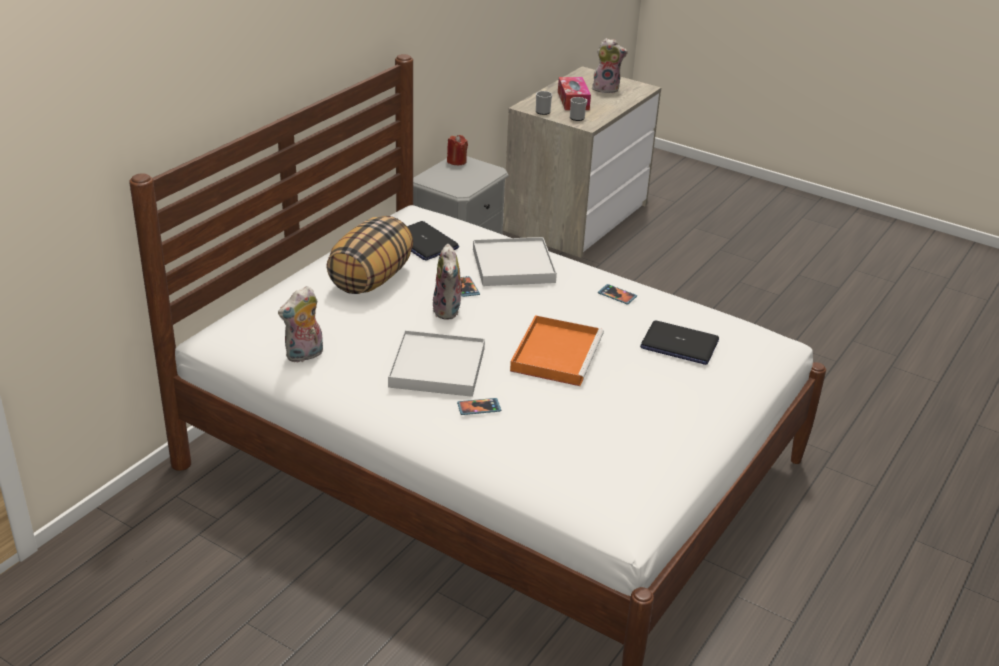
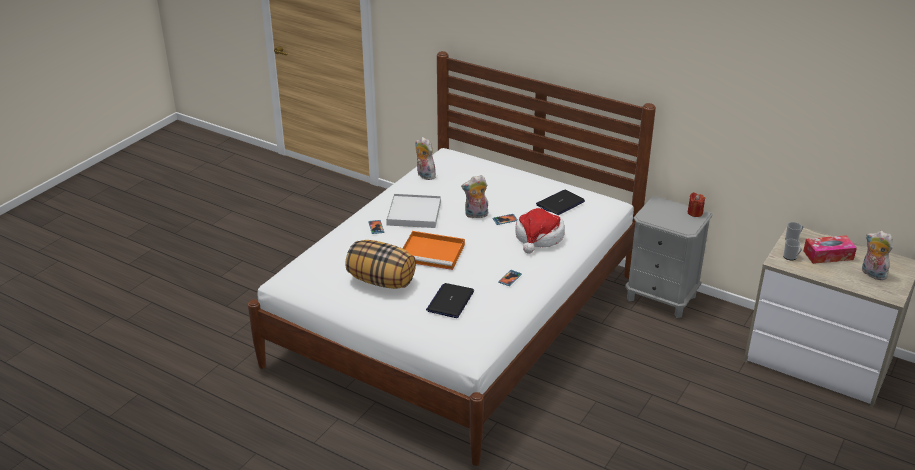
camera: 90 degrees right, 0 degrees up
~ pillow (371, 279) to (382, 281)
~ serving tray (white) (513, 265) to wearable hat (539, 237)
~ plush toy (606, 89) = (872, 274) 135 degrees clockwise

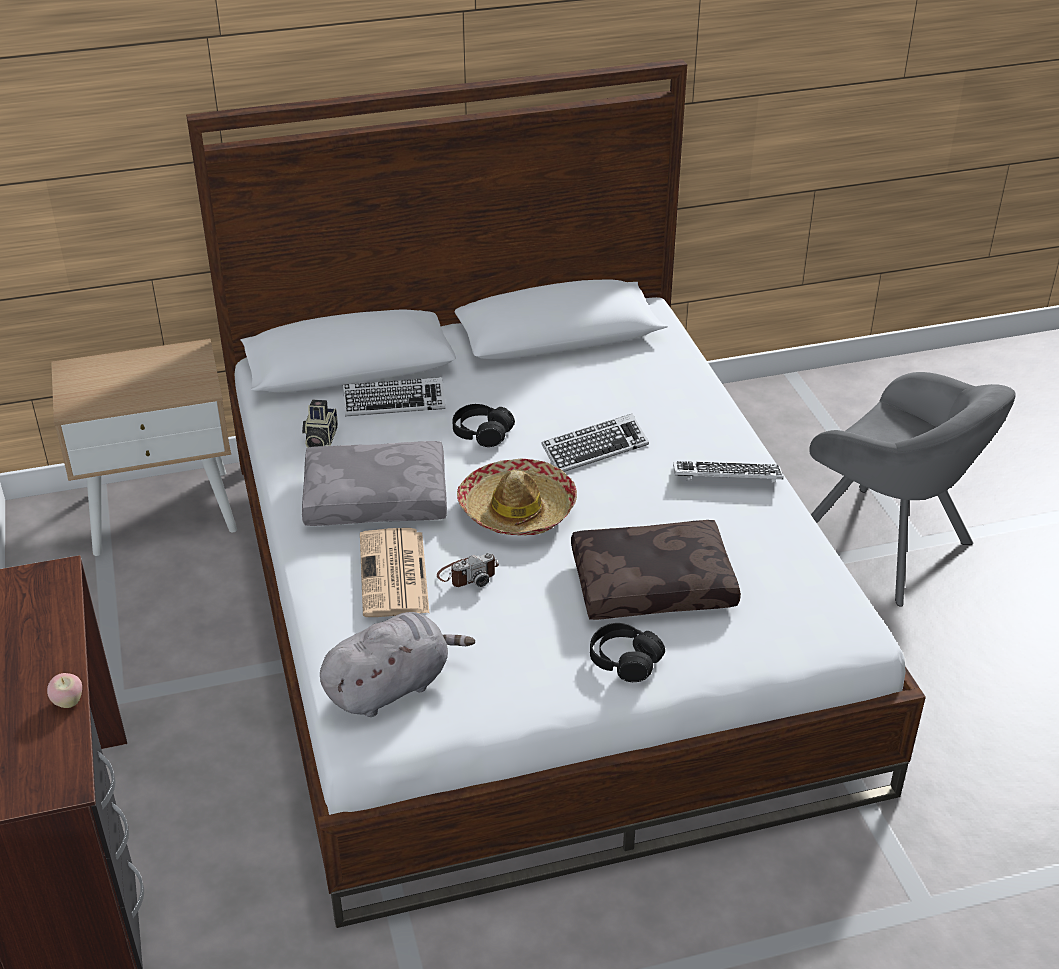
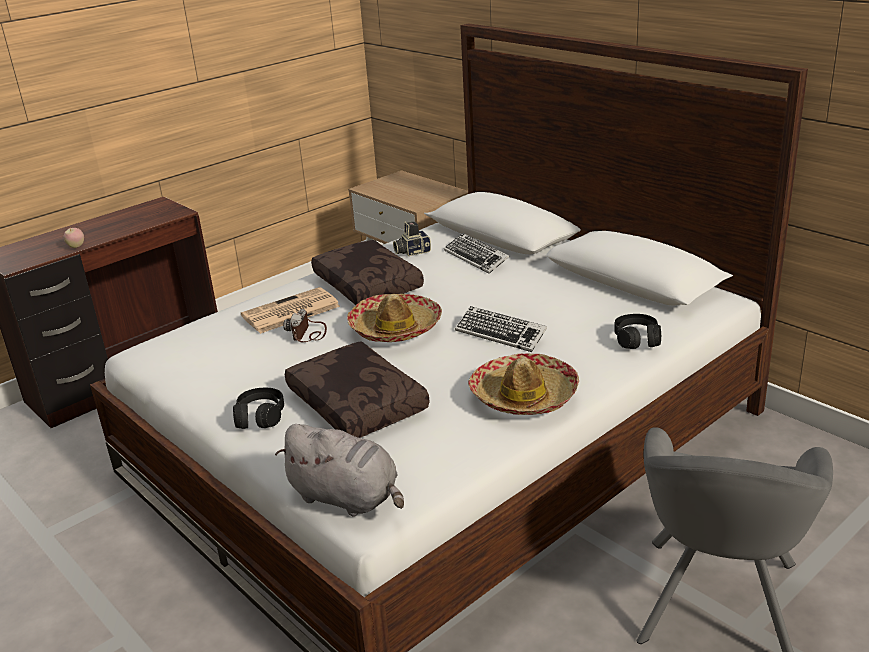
camera: 65 degrees right, 10 degrees down
~ pillow (gray) (377, 497) to pillow (brownish) (369, 285)
~ plush toy (gray) (391, 686) to (347, 498)
~ still camera (468, 574) = (308, 333) 60 degrees clockwise
~ headphones (black) (482, 433) to (637, 340)
~ computer keyboard (726, 478) to wearable hat (524, 396)

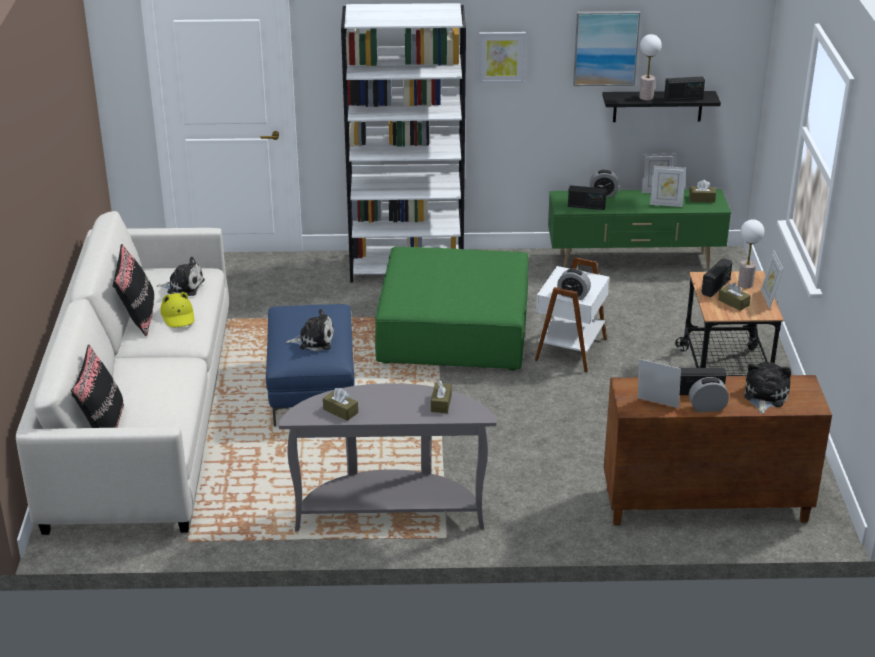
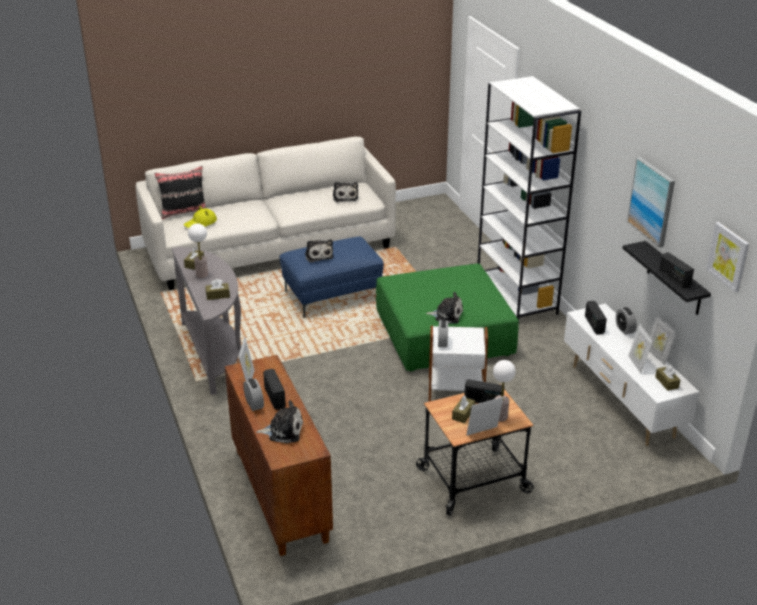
camera: 70 degrees right, 0 degrees up
- pillow (black) (138, 317)
~ wearable hat (yellowish) (178, 316) to (200, 223)
~ wall picture (501, 57) to (728, 256)
~ tv stand (green) (634, 261) to tv stand (white) (621, 401)
~ lamp for a table (646, 97) to (202, 275)
+ plush toy (447, 315)

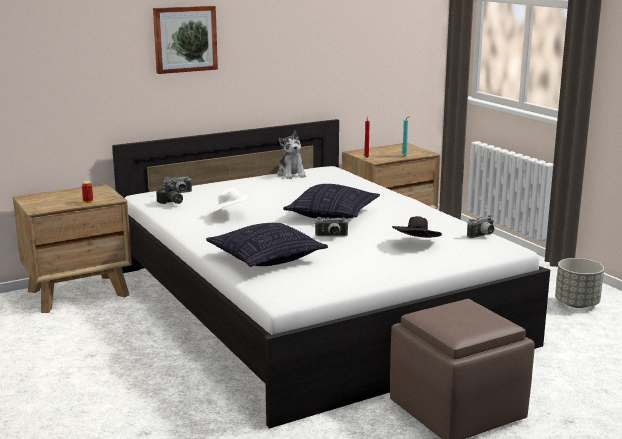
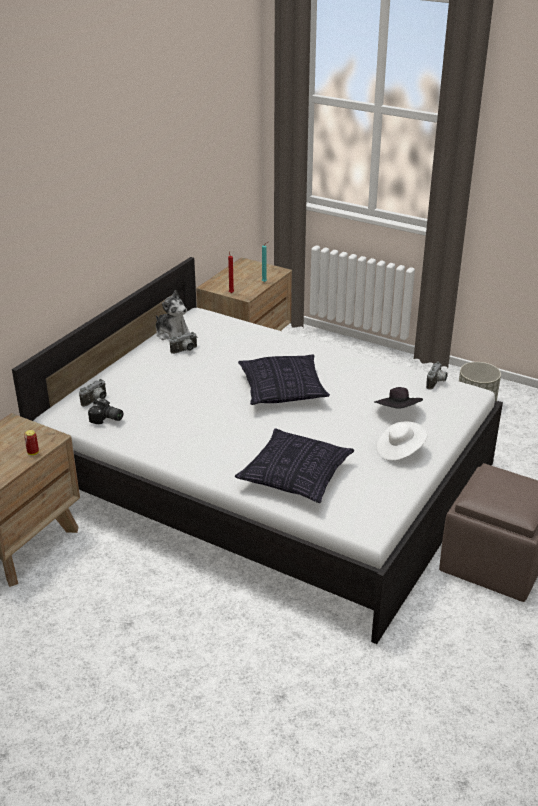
camera: 30 degrees left, 15 degrees up
- wall picture (185, 39)
~ wearable hat (white) (229, 214) to (400, 451)
~ still camera (331, 236) to (185, 351)

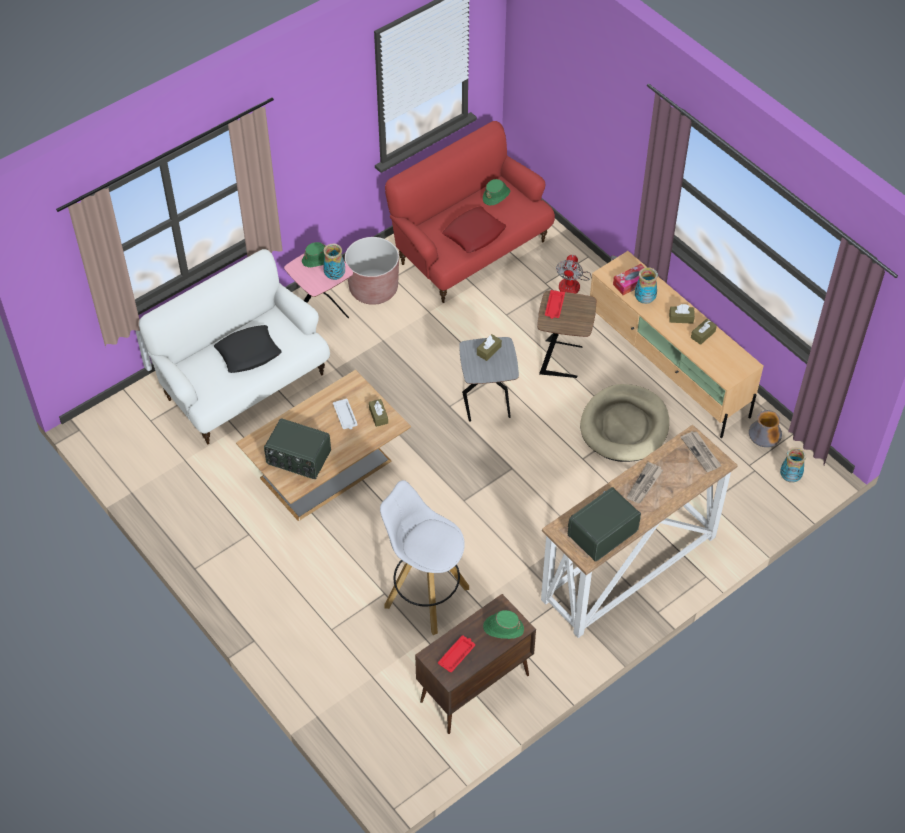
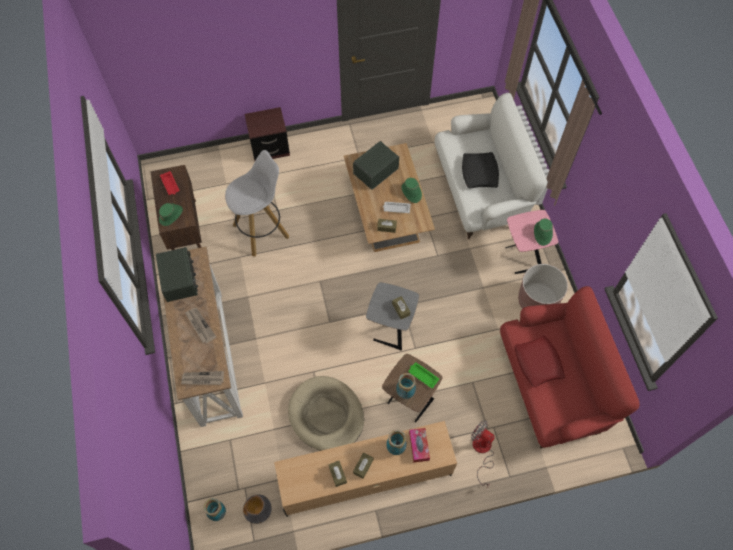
camera: 115 degrees right, 10 degrees up
~ decorative vase (335, 276) to (405, 392)
~ wearable hat (green) (496, 196) to (411, 192)
~ serving tray (red-coloured) (554, 306) to serving tray (green) (422, 375)
+ bedside table (brownish) (270, 148)

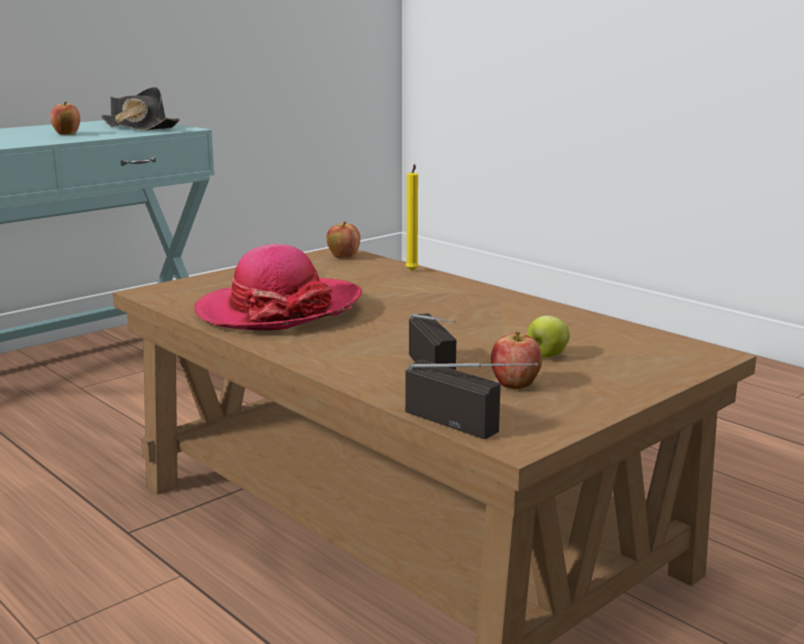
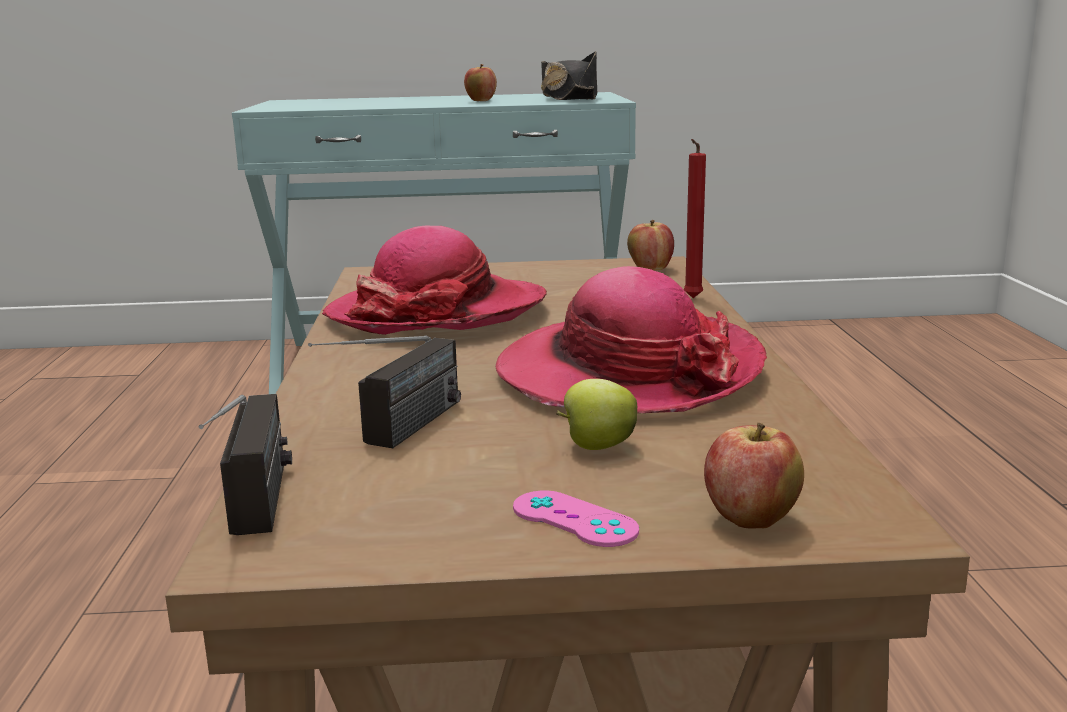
camera: 40 degrees right, 0 degrees up
~ wax candle (yellowish) (412, 271) to wax candle (red-coloured) (691, 299)
~ whole apple (515, 385) to (750, 520)
+ wearable hat (628, 372)
+ game controller (pinkish) (574, 519)

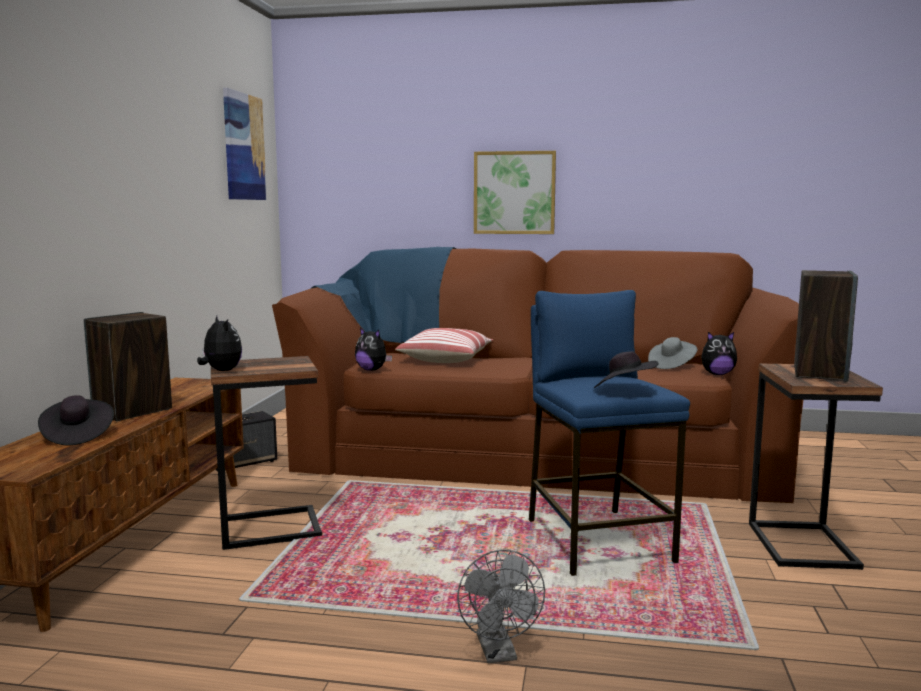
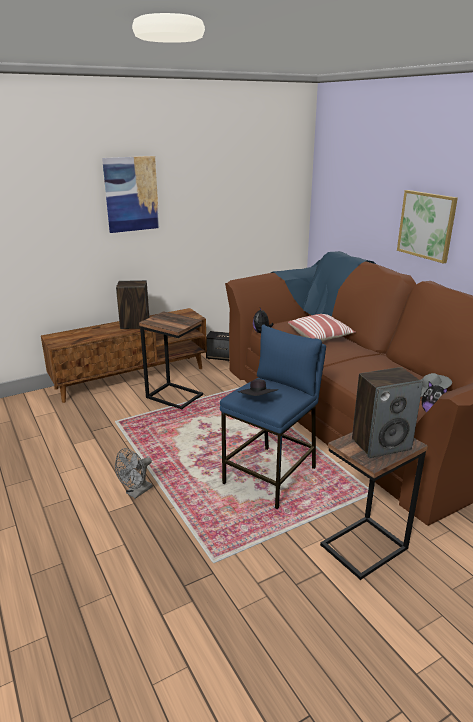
camera: 50 degrees right, 15 degrees up
- wearable hat (black) (77, 436)
- plush toy (221, 371)
~ wall picture (244, 147) to (131, 194)

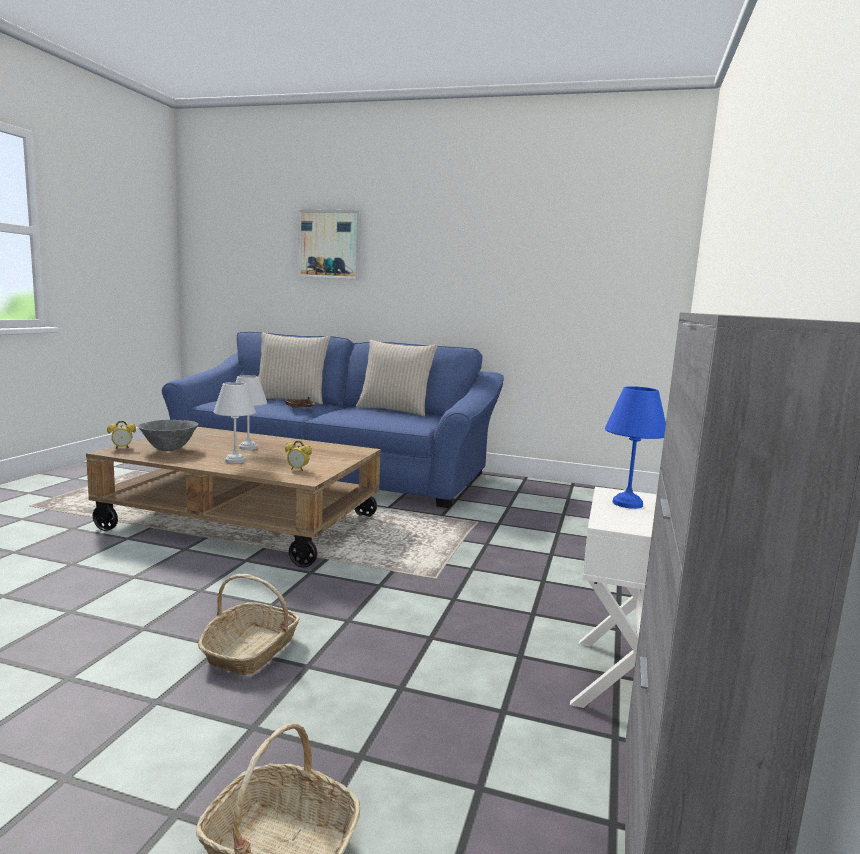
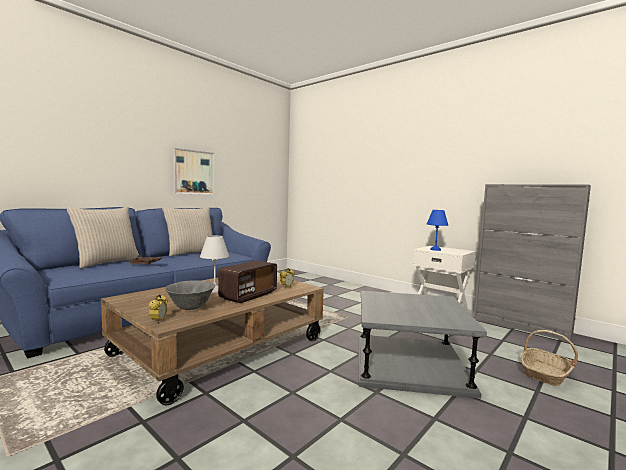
camera: 65 degrees left, 5 degrees down
~ basket (251, 650) to end table (gray) (410, 364)
~ lamp for a table (white) (236, 460) to radio receiver (248, 295)
~ wall picture (329, 244) to (194, 172)

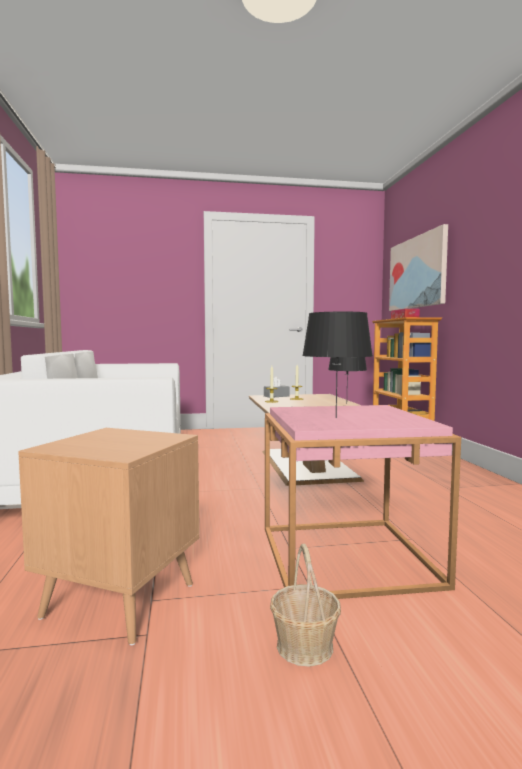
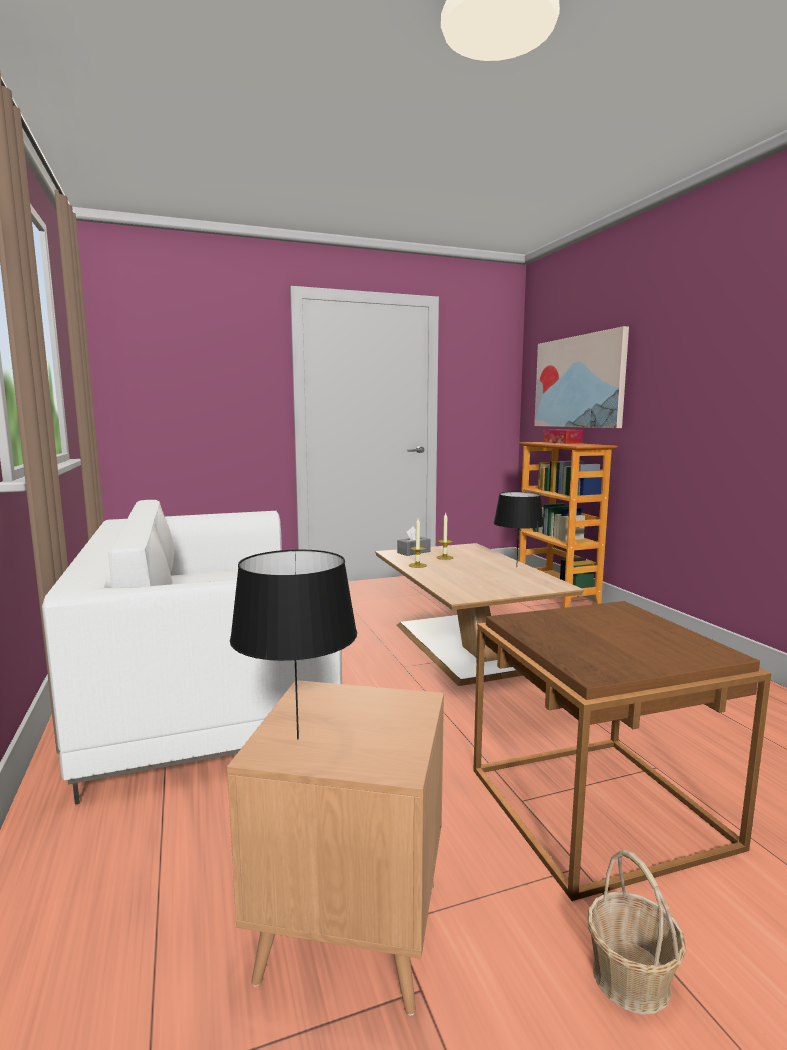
camera: 10 degrees left, 5 degrees up
~ end table (pinkish) (346, 556) to end table (brownish) (597, 807)
~ lamp for a table (black) (335, 418) to (296, 738)

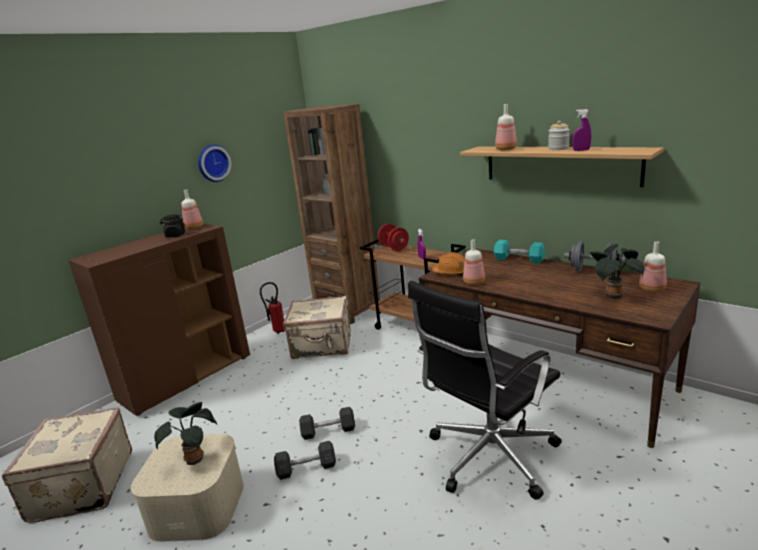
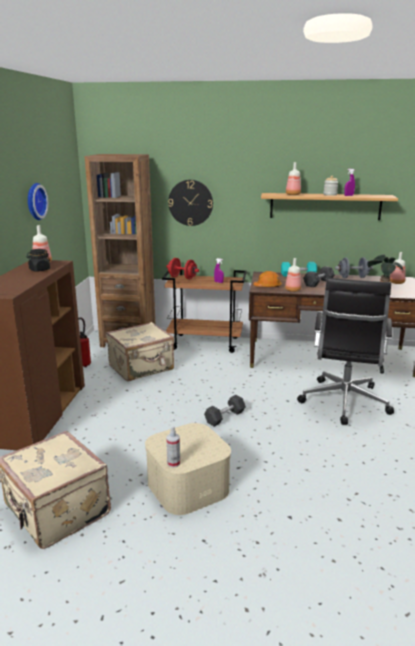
camera: 35 degrees left, 0 degrees up
- houseplant (195, 458)
~ free weight (gray) (306, 468) to (318, 283)
+ sprayer (173, 463)
+ clock on the wall (190, 202)

